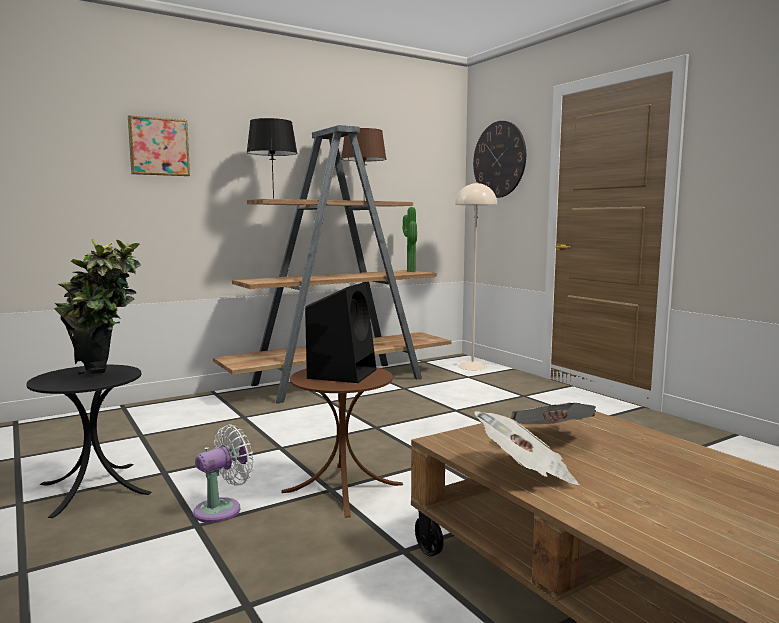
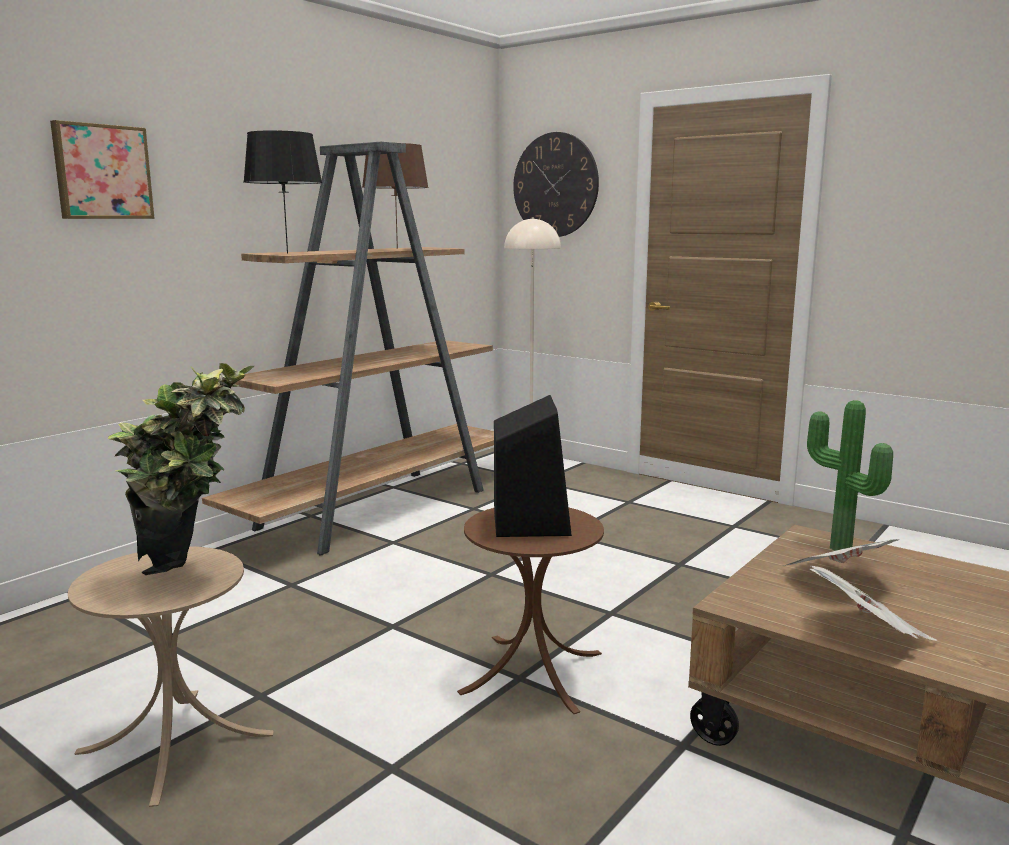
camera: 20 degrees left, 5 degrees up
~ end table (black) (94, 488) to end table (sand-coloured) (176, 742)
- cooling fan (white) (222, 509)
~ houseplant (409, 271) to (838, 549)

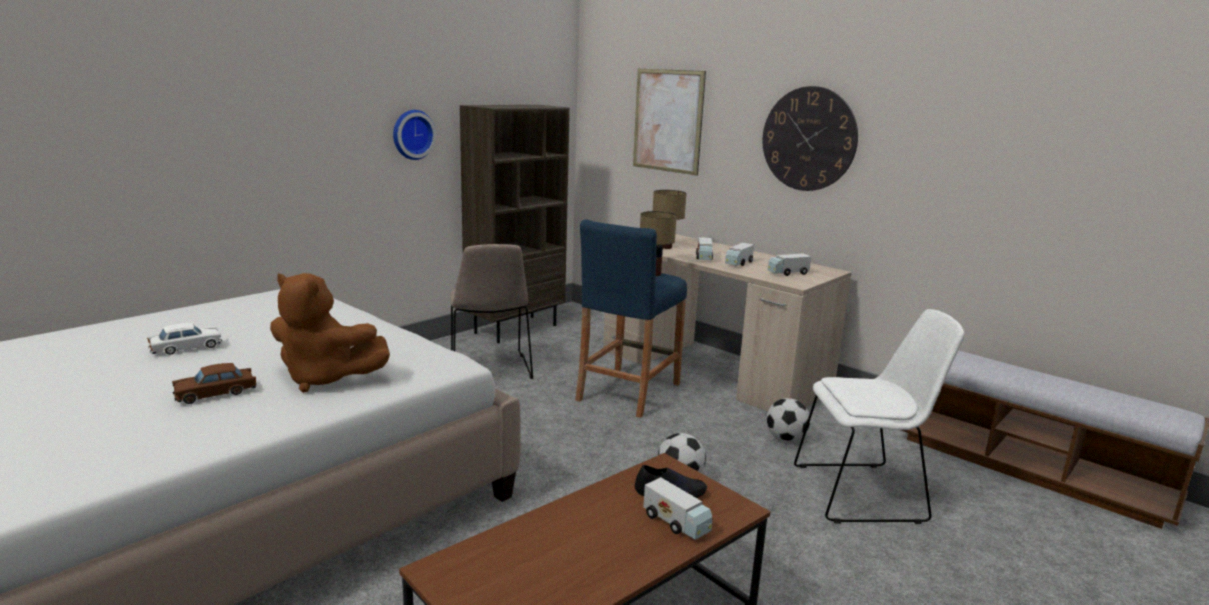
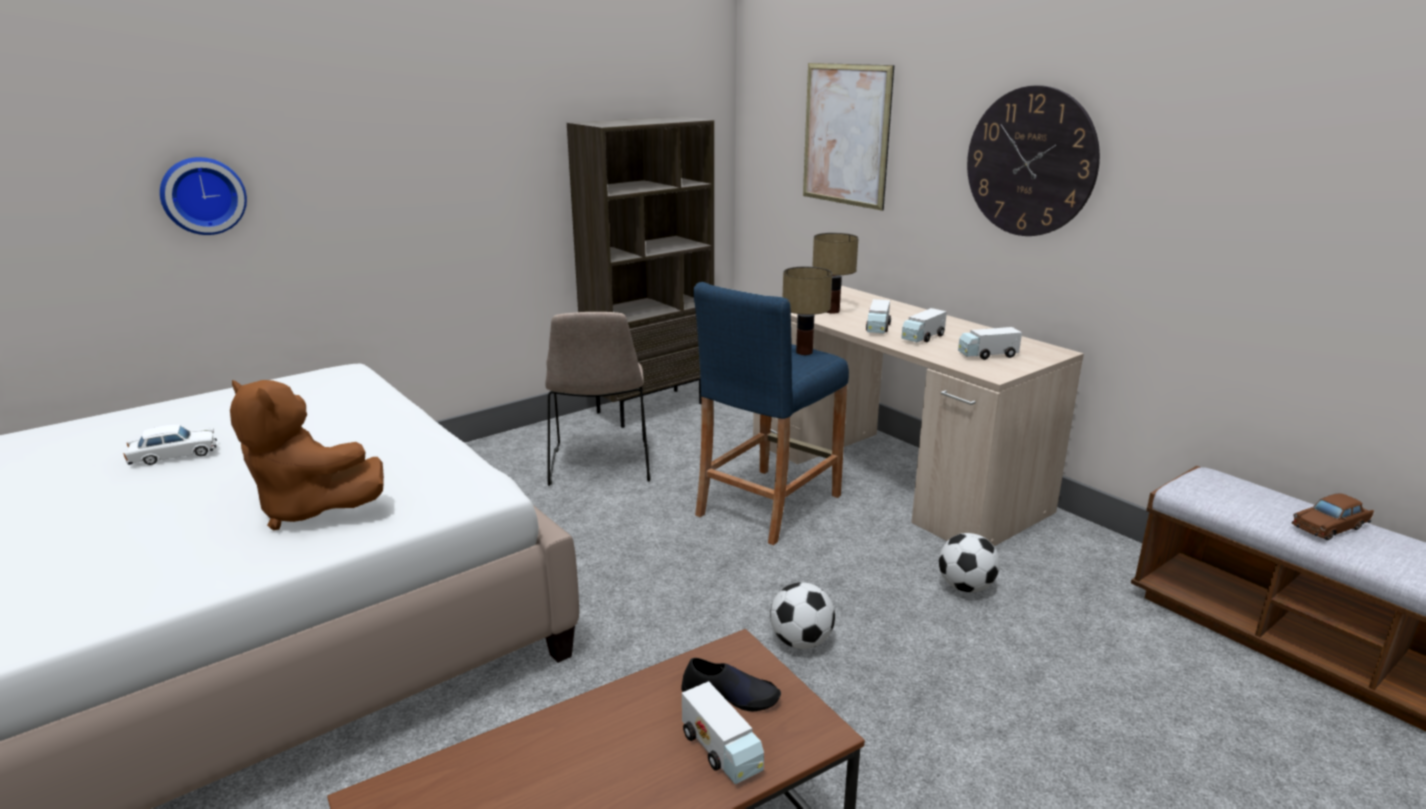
camera: 10 degrees right, 5 degrees up
~ miniature car (brownish) (216, 393) to (1330, 527)
~ clock on the wall (412, 134) to (202, 195)
- chair (white) (863, 493)

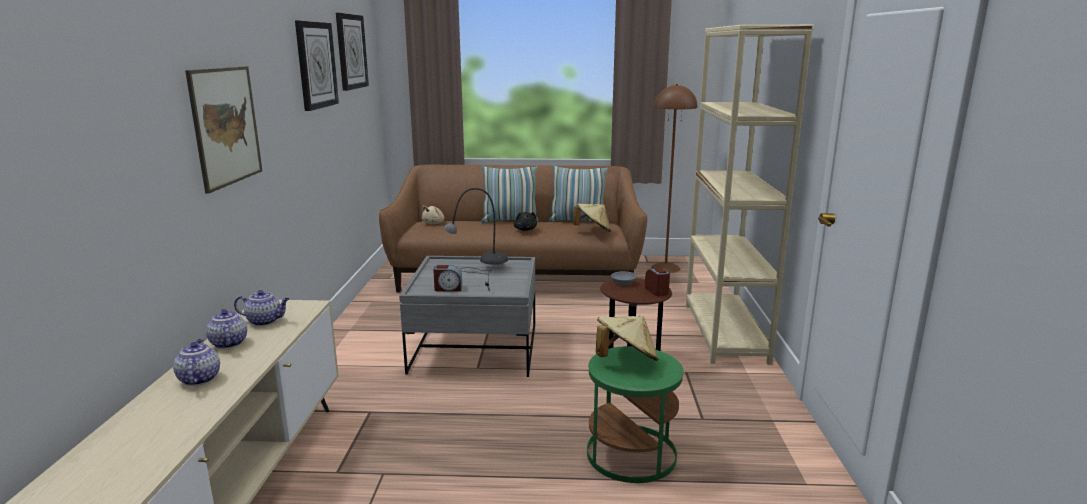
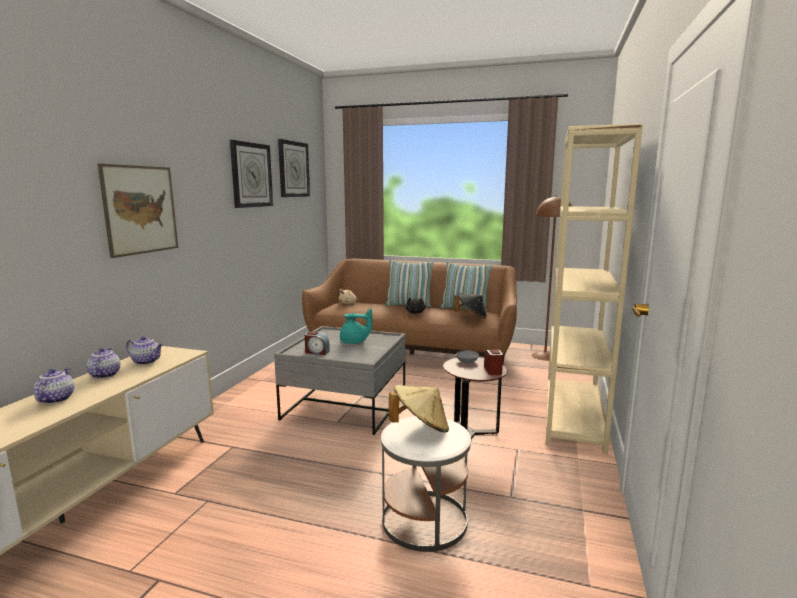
camera: 15 degrees right, 5 degrees down
~ lamp for a table (gray) (483, 272) to pot for tea (turquoise-coloured) (354, 342)
~ wearable hat (sand-coloured) (593, 230) to wearable hat (black) (471, 317)
~ end table (green) (631, 454) to end table (white) (424, 520)

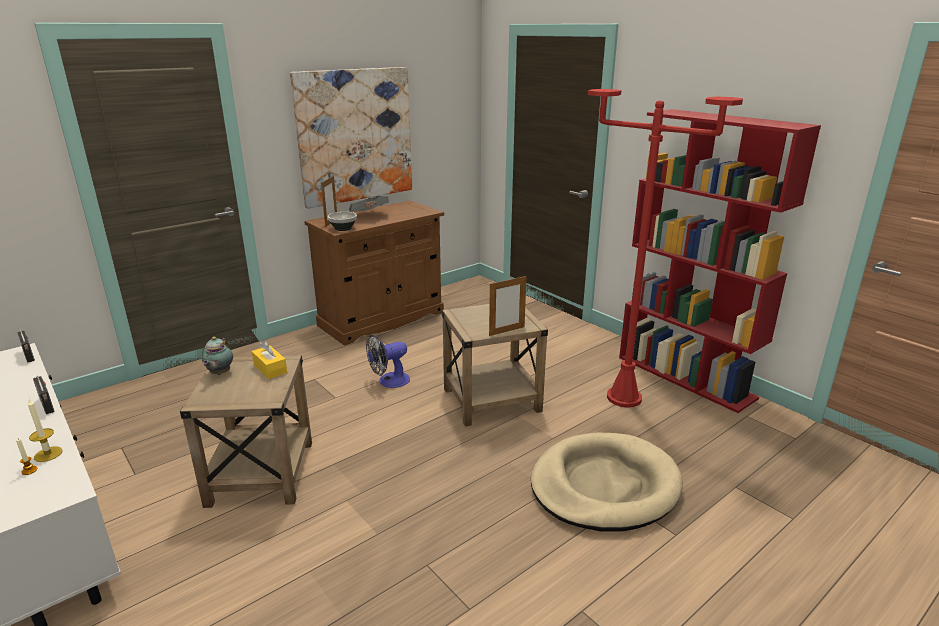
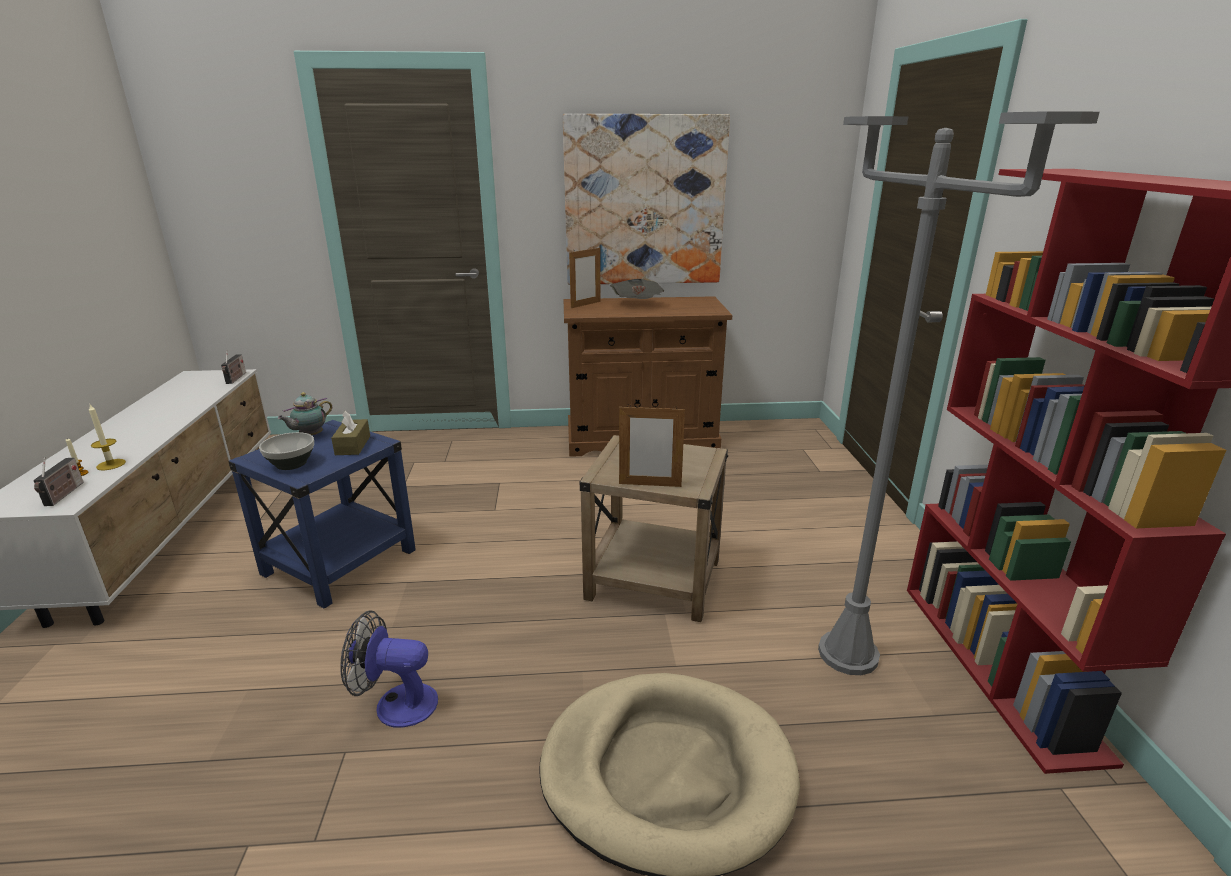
camera: 35 degrees right, 0 degrees up
~ radio receiver (48, 405) to (63, 495)
~ end table (sand-coloured) (261, 473) to end table (blue-coloured) (340, 562)
~ box of tissues (yellowish) (270, 368) to box of tissues (brownish) (353, 445)
~ deep dish (343, 228) to (291, 464)
~ cooling fan (389, 381) to (396, 704)
~ standard lamp (red-coloured) (623, 397) to standard lamp (gray) (848, 653)

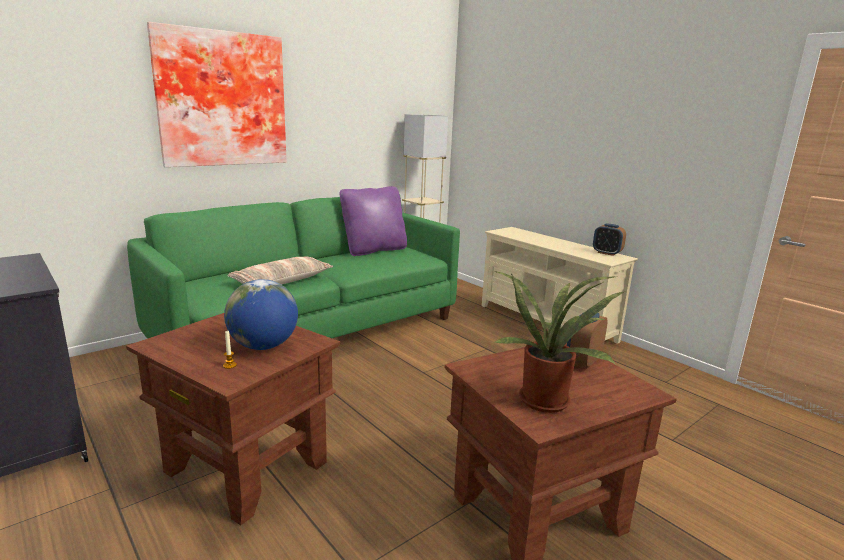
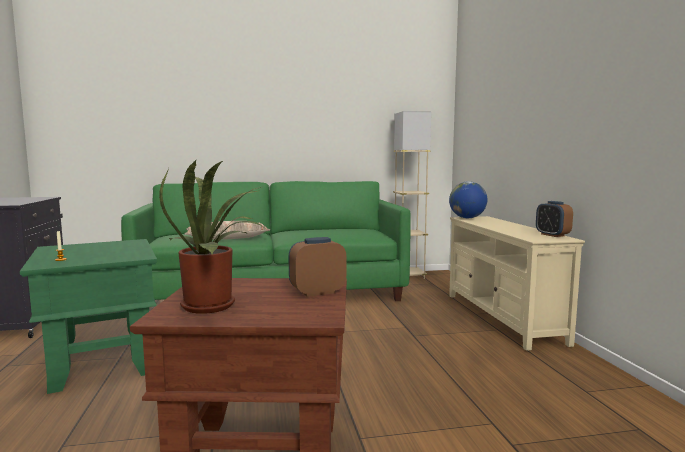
camera: 30 degrees right, 10 degrees down
~ end table (brownish) (246, 468) to end table (green) (102, 363)
- wall picture (221, 99)
~ world globe (264, 346) to (467, 218)
- pillow (purple-coloured) (374, 250)

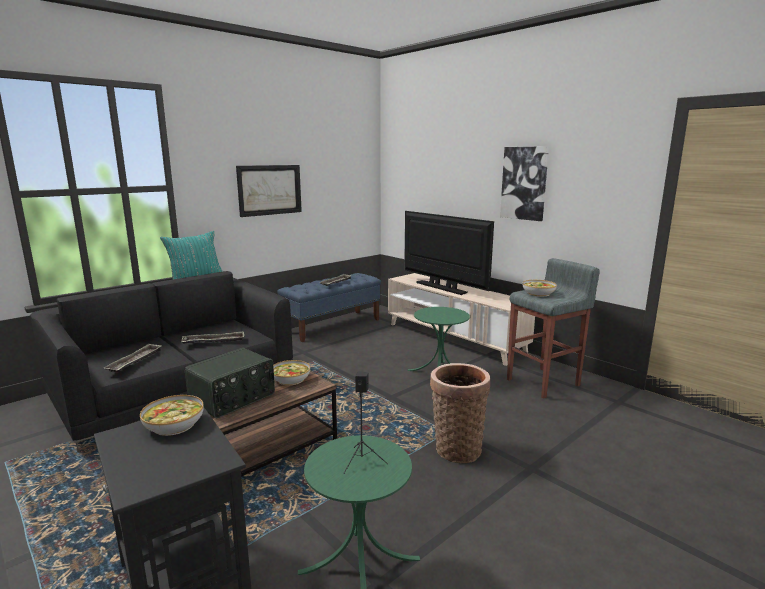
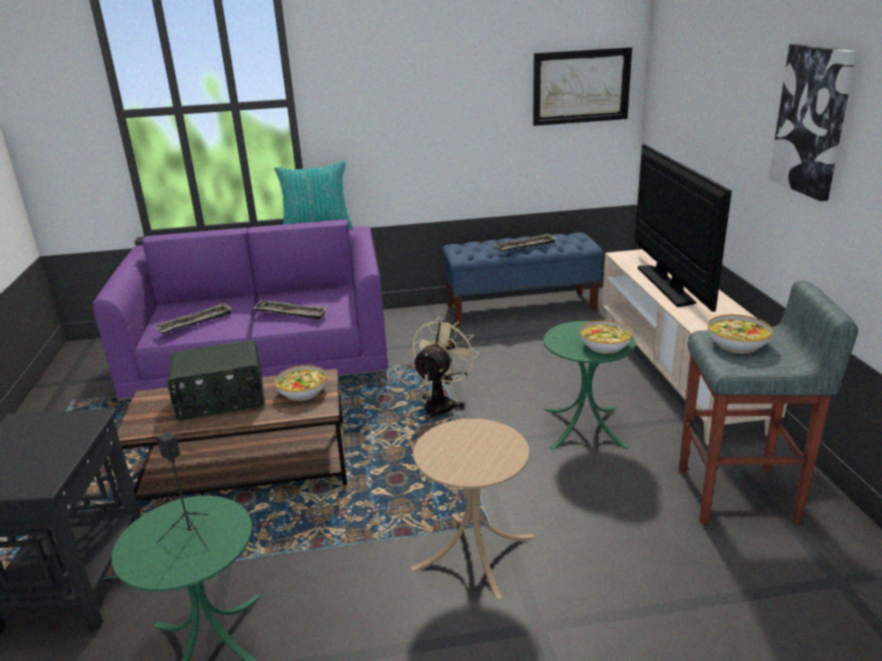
camera: 35 degrees right, 10 degrees up
~ couch (black) (177, 390) to couch (purple-coloured) (264, 360)
~ deep dish (174, 425) to (604, 345)
~ wall picture (269, 190) to (581, 86)
~ basket (456, 448) to end table (sand-coloured) (474, 552)
+ cooling fan (sand-coloured) (442, 404)

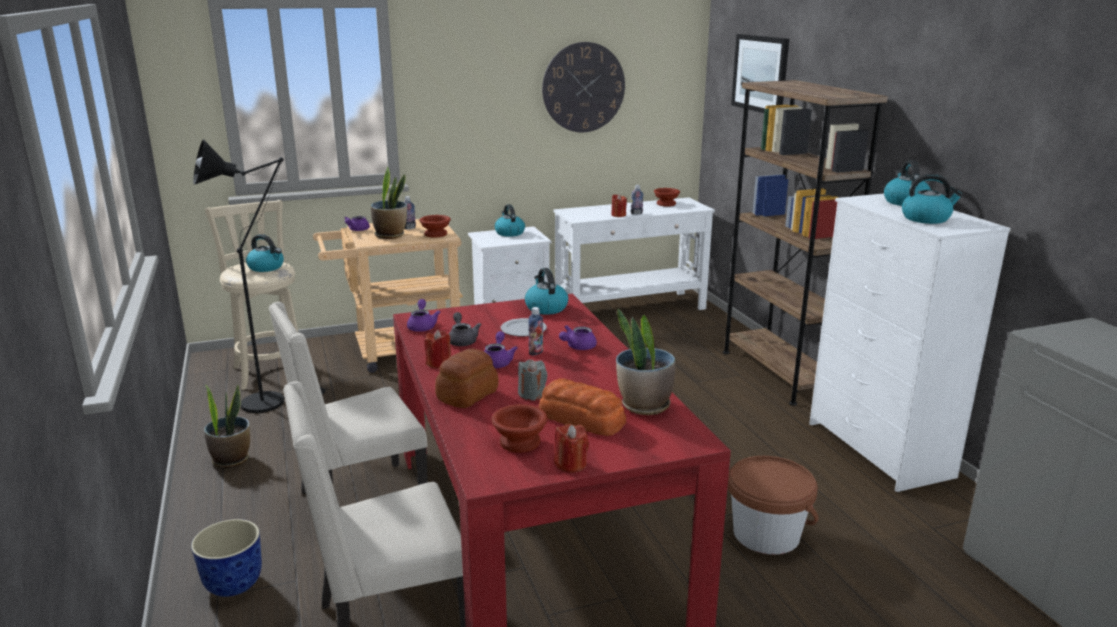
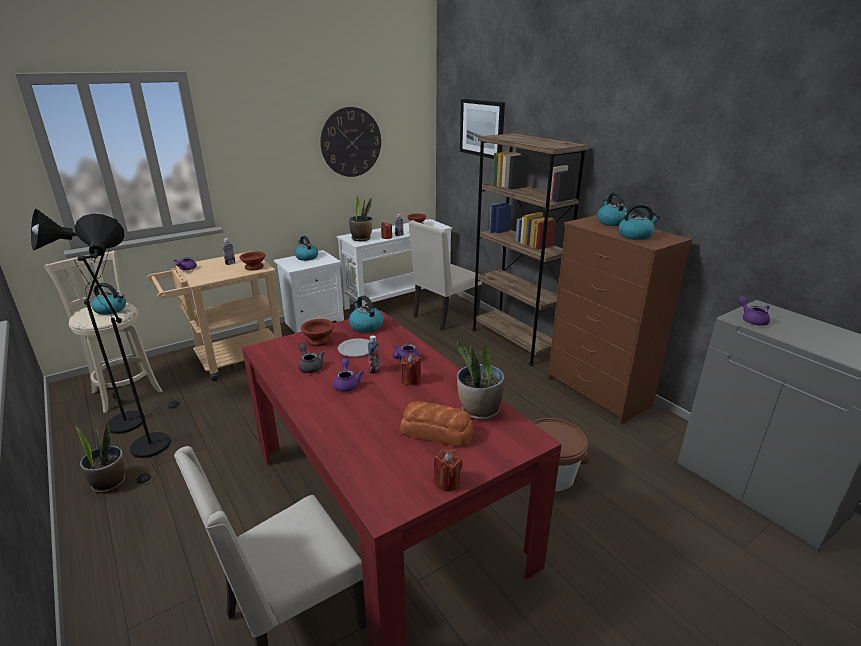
camera: 15 degrees left, 5 degrees up
- plant pot (234, 584)
~ chair (sand-coloured) (360, 500) to (444, 316)
~ houseplant (390, 235) to (361, 238)
~ pot for tea (purple-coloured) (422, 326) to (752, 320)
~ wax candle (red-coloured) (439, 363) to (411, 380)
- bread (468, 395)
~ deep dish (brownish) (521, 441) to (319, 340)
- wax candle (gray) (532, 394)
~ chest of drawers (white) (878, 450) to chest of drawers (brownish) (598, 393)
+ standard lamp (black) (151, 450)

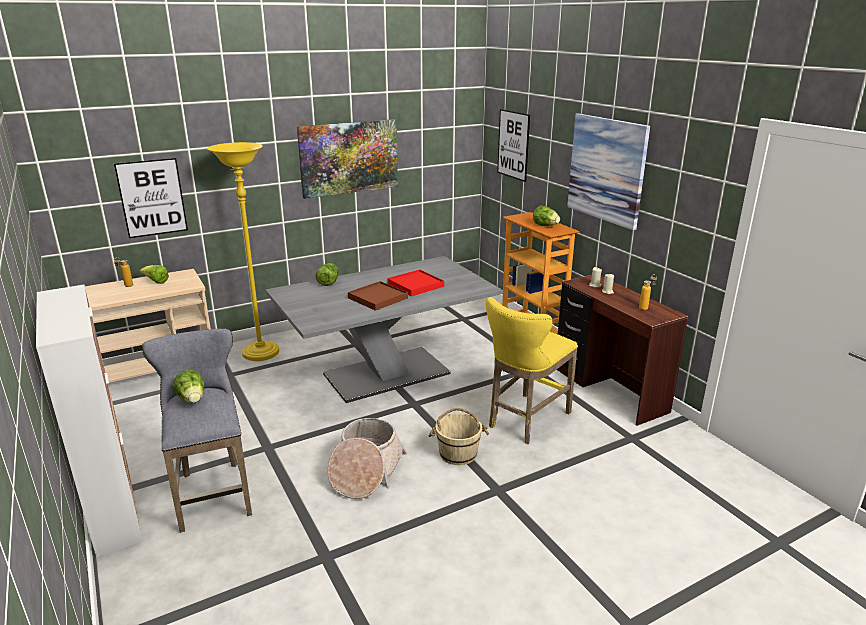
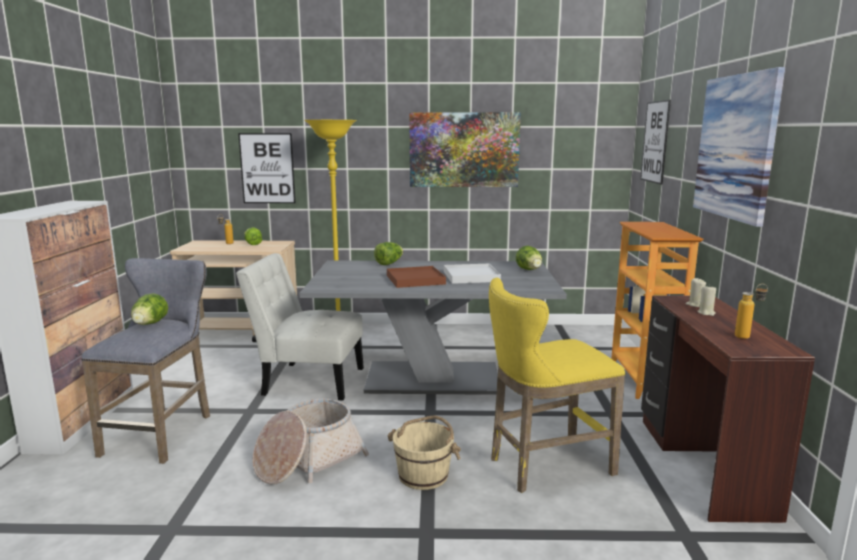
camera: 30 degrees right, 10 degrees down
~ serving tray (red-coloured) (415, 285) to serving tray (white) (471, 276)
~ lettuce head (545, 225) to (529, 270)
+ chair (white) (308, 381)

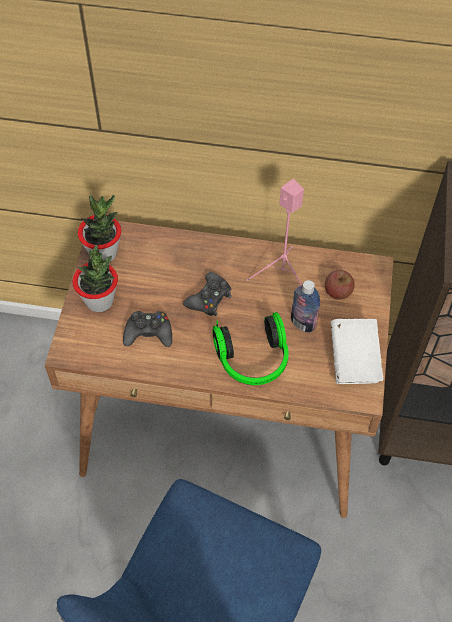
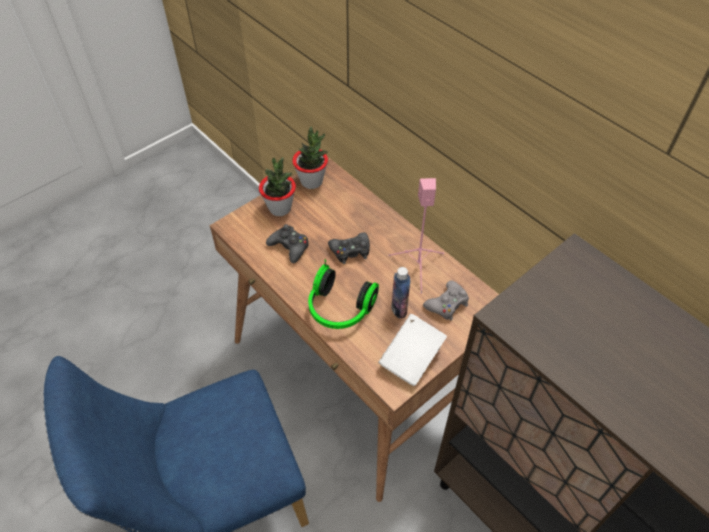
camera: 40 degrees right, 5 degrees down
~ whole apple (338, 291) to game controller (gray) (447, 304)

